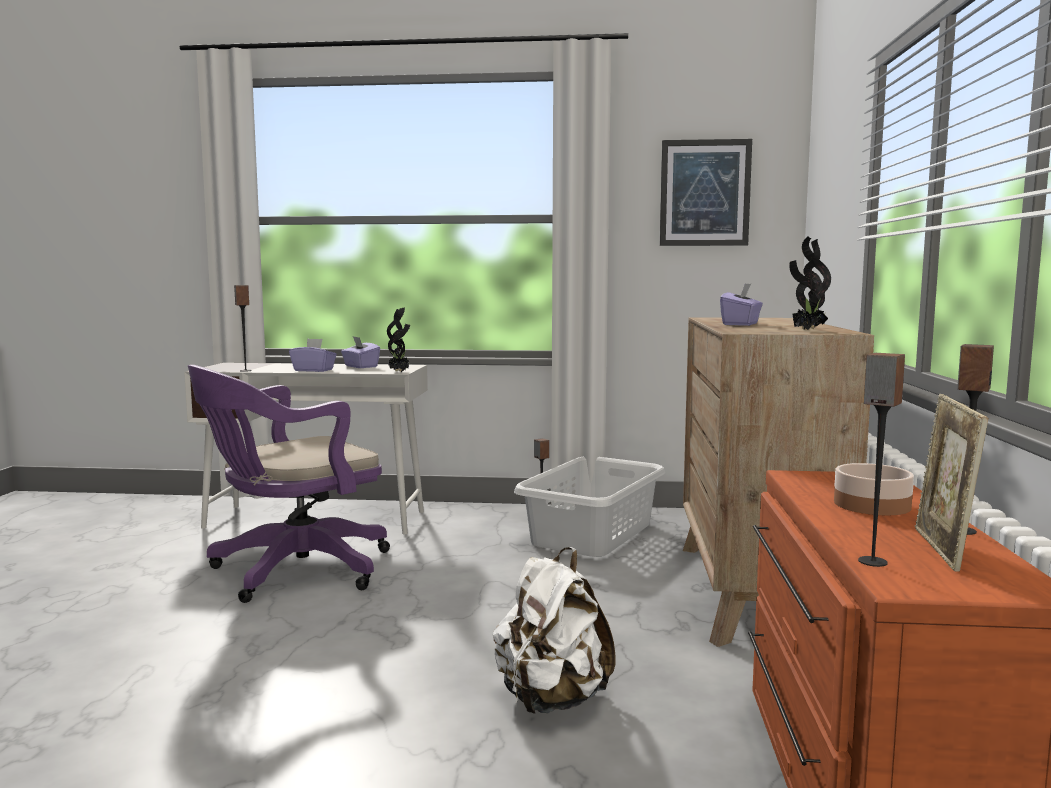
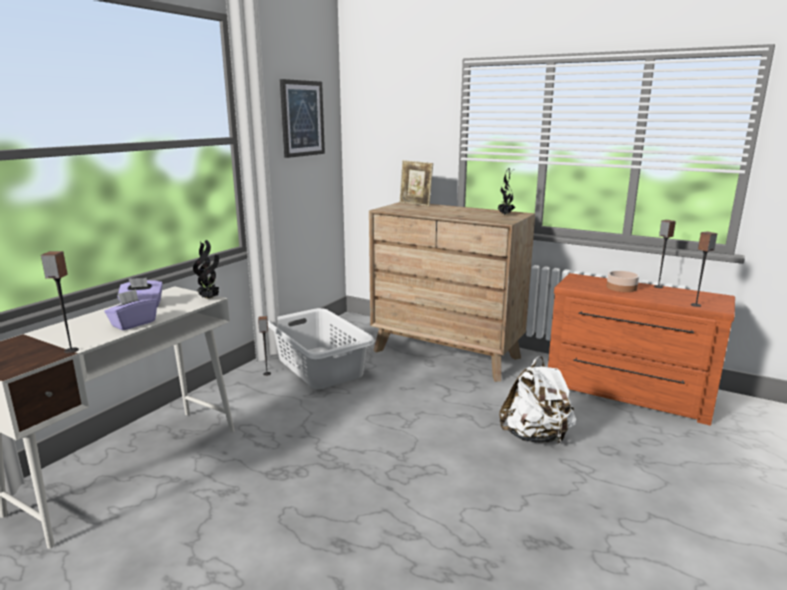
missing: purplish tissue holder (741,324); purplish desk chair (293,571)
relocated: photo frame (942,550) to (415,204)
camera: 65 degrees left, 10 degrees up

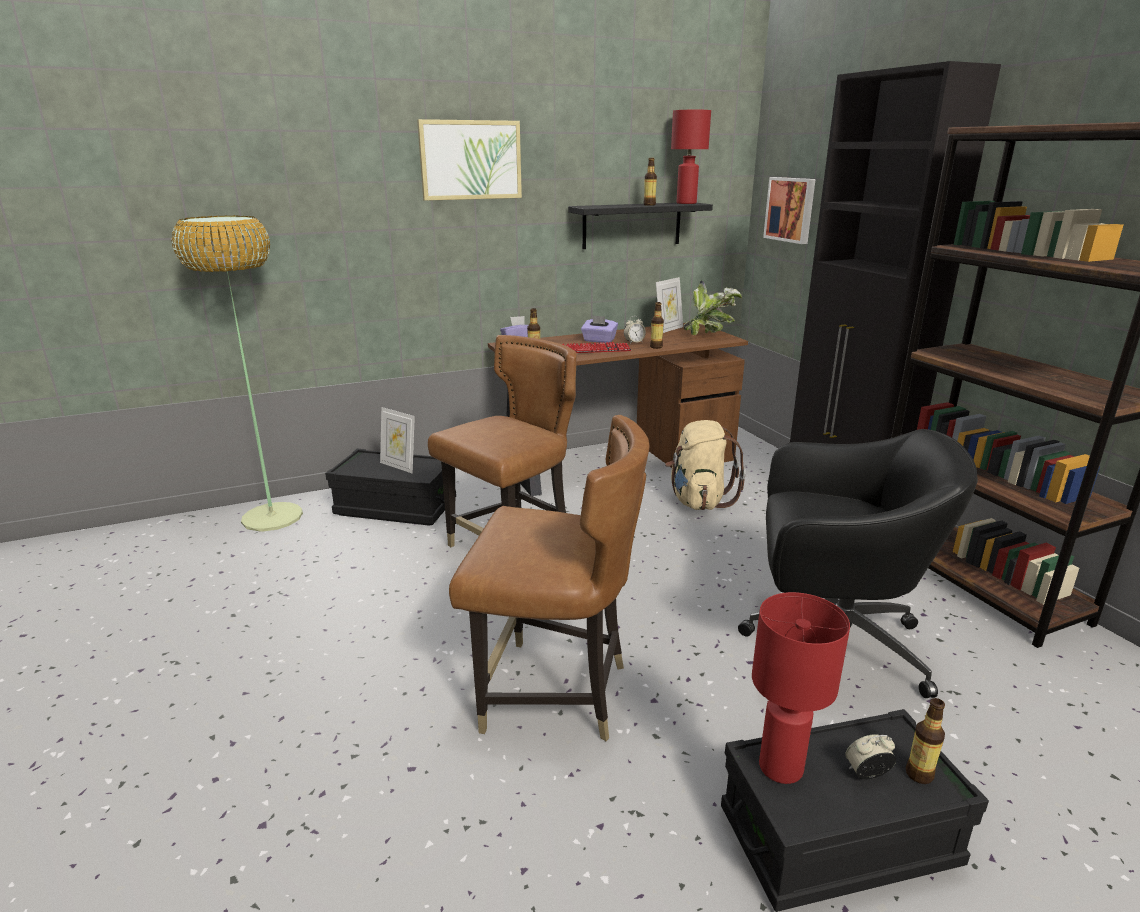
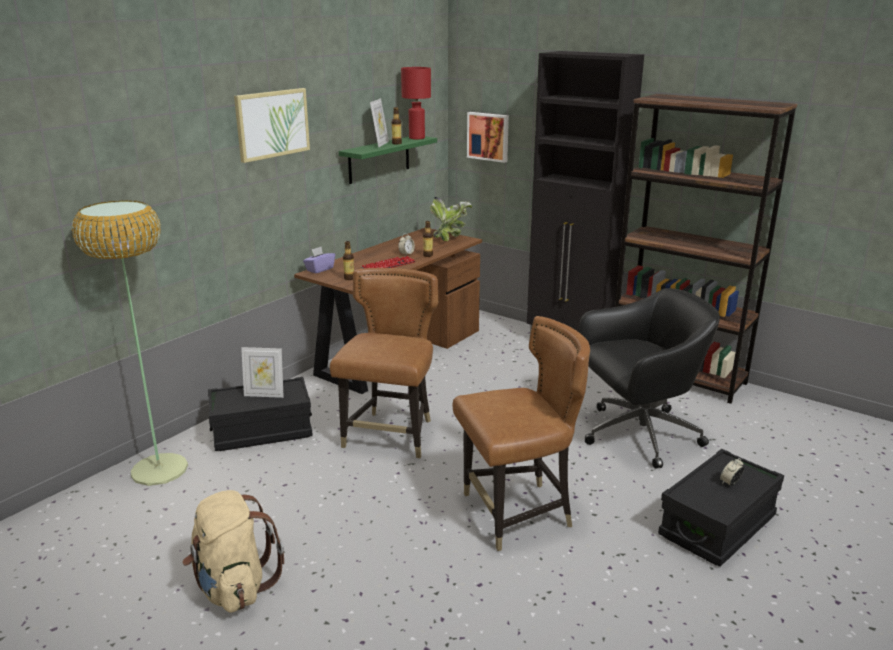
missing: purplish tissue holder (599,340); red-coloured table lamp (781,767); bottle (919,774)
relocated: photo frame (668,329) to (380,144); beige backpack (698,501) to (234,587)
colour: black-coloured wall shelf (632,225) to greenish wall shelf (379,159)
camera: 30 degrees left, 0 degrees up

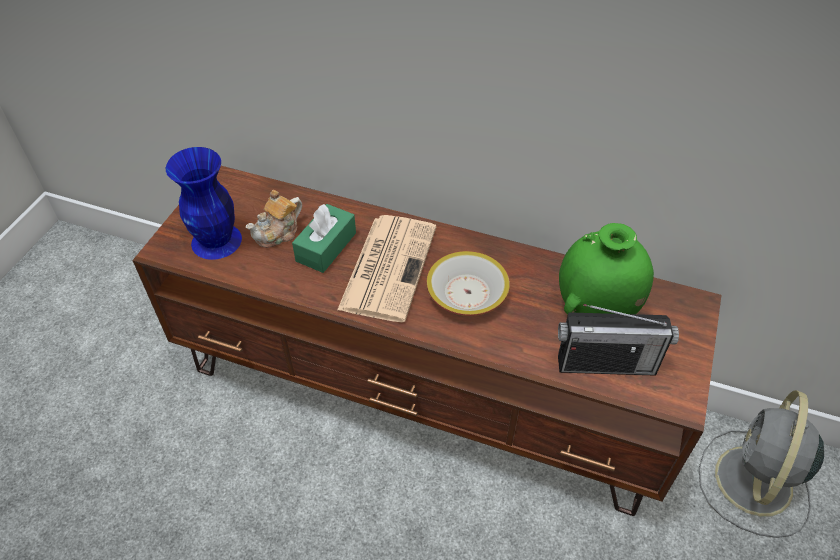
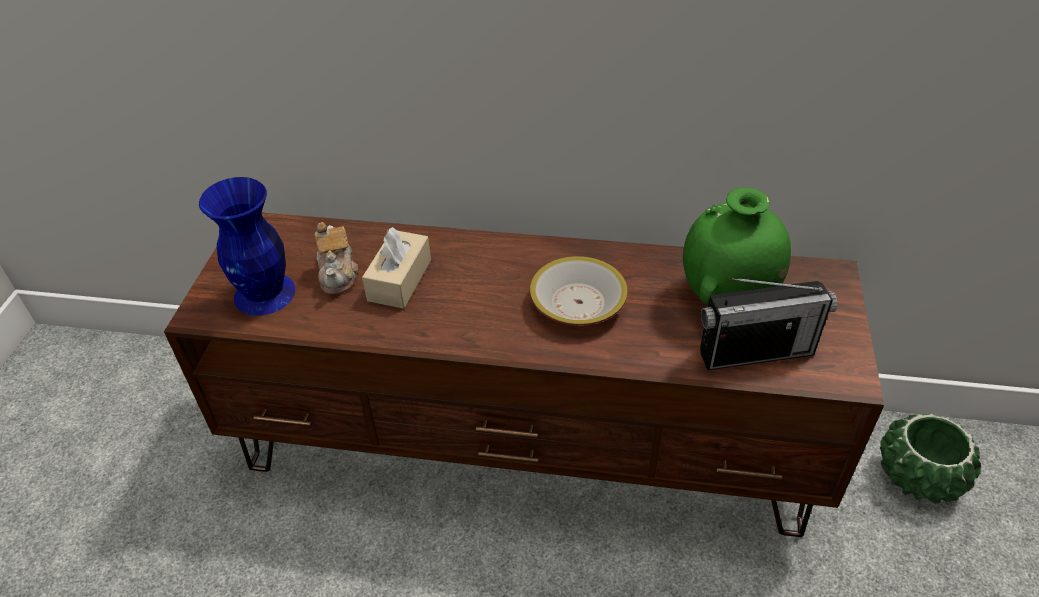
missing: daily paper (388,266)
exchanged: grey cooling fan (752,483) to greenish planter (919,476)
colour: greenish tissue holder (326,247) to beige tissue holder (399,280)
spun: pot for tea (278,233) = (338,274) 45 degrees counterclockwise
camera: 10 degrees left, 5 degrees down

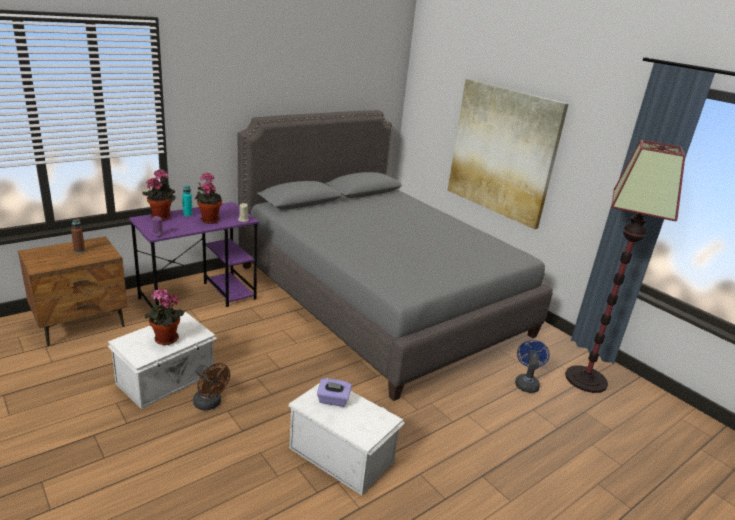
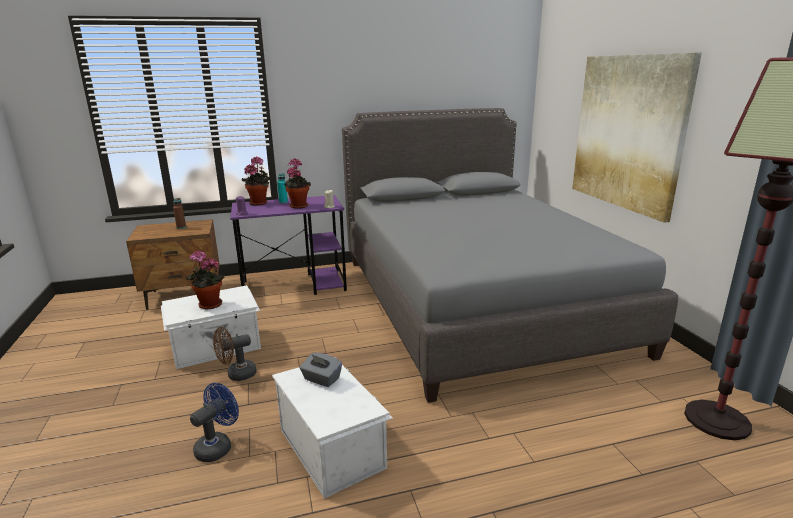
relocated: blue cooling fan (526,383) to (218,446)
colour: purplish tissue holder (333,400) to grey tissue holder (321,379)
spun: brown-coloured cooling fan (210,404) = (237,375) 90 degrees clockwise
camera: 25 degrees right, 5 degrees down

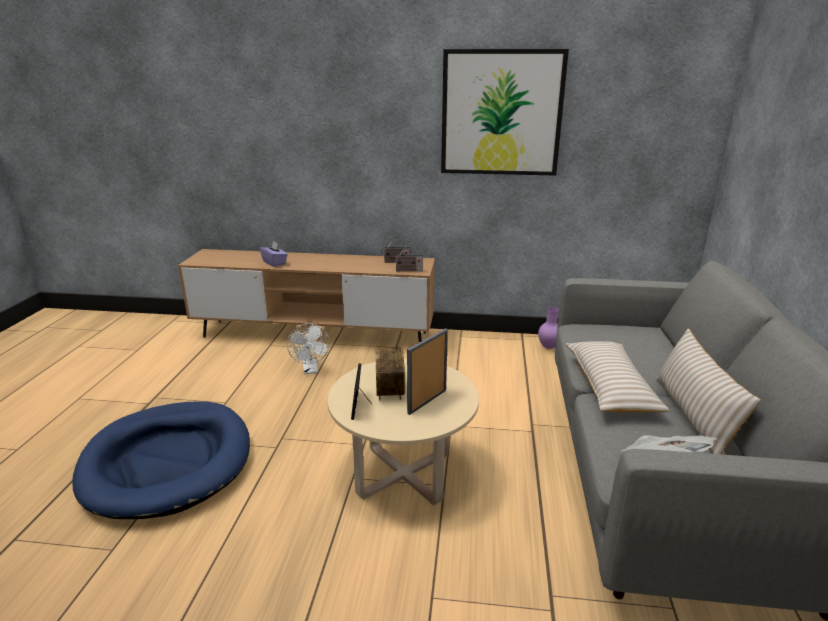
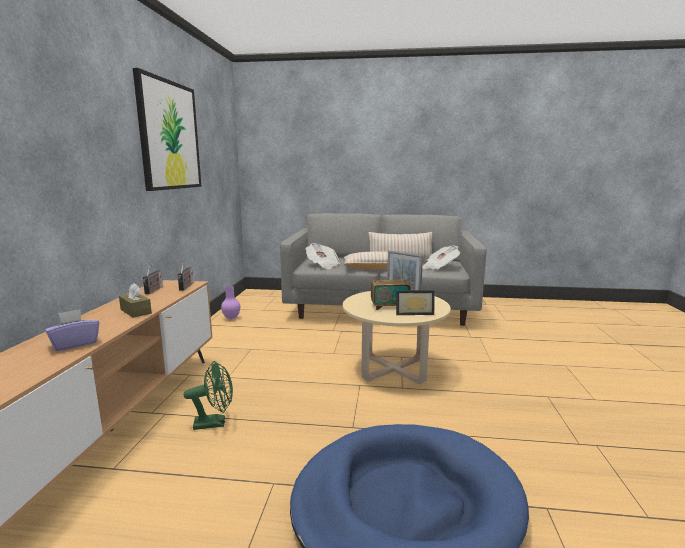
appeared: daily paper (323,265); brown-coloured tissue holder (136,311)
colour: white-coloured cooling fan (311,370) to greenish cooling fan (215,423)
camera: 90 degrees left, 10 degrees down

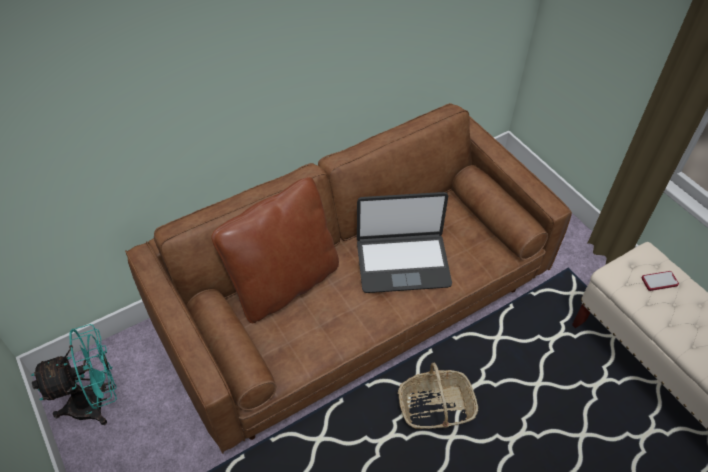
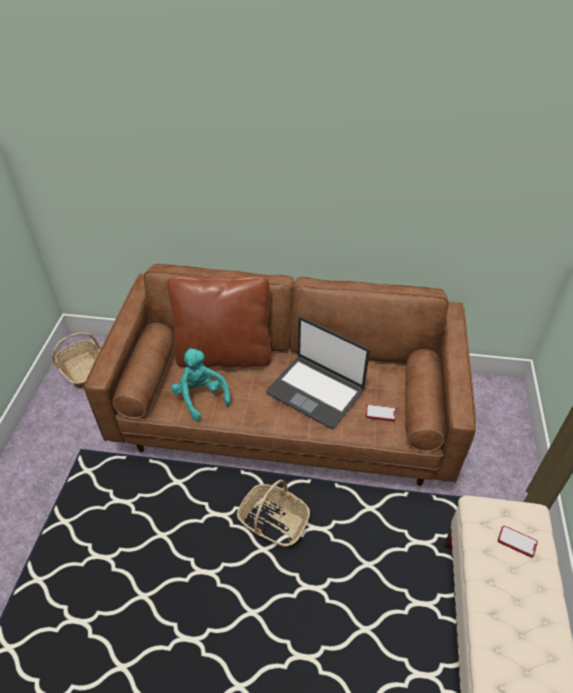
appeared: turquoise cuddly toy (201,397); handset (380,413)
exchanged: turquoise cooling fan (96,402) to household basket (83,369)
camera: 40 degrees right, 5 degrees down

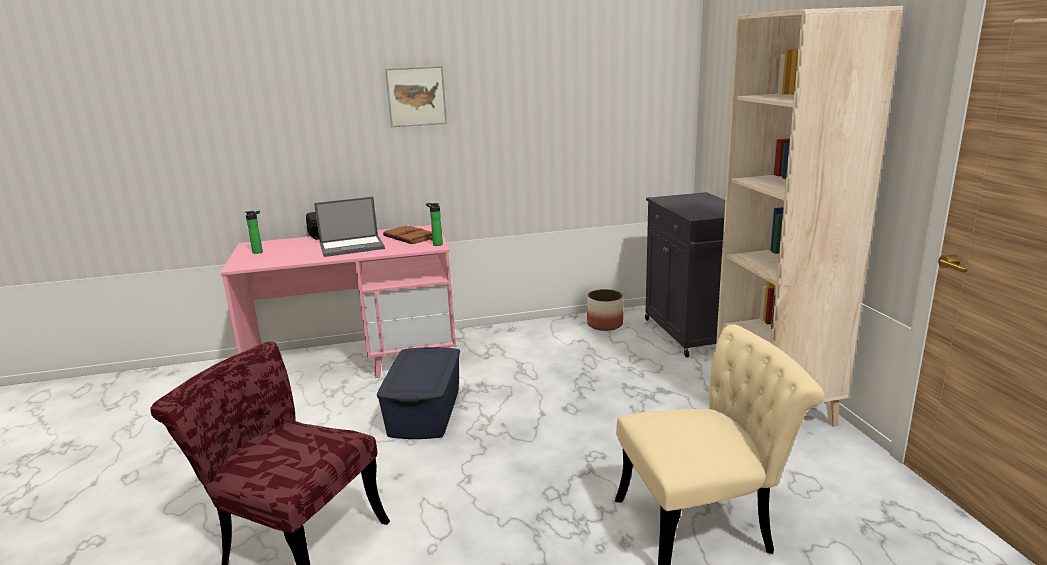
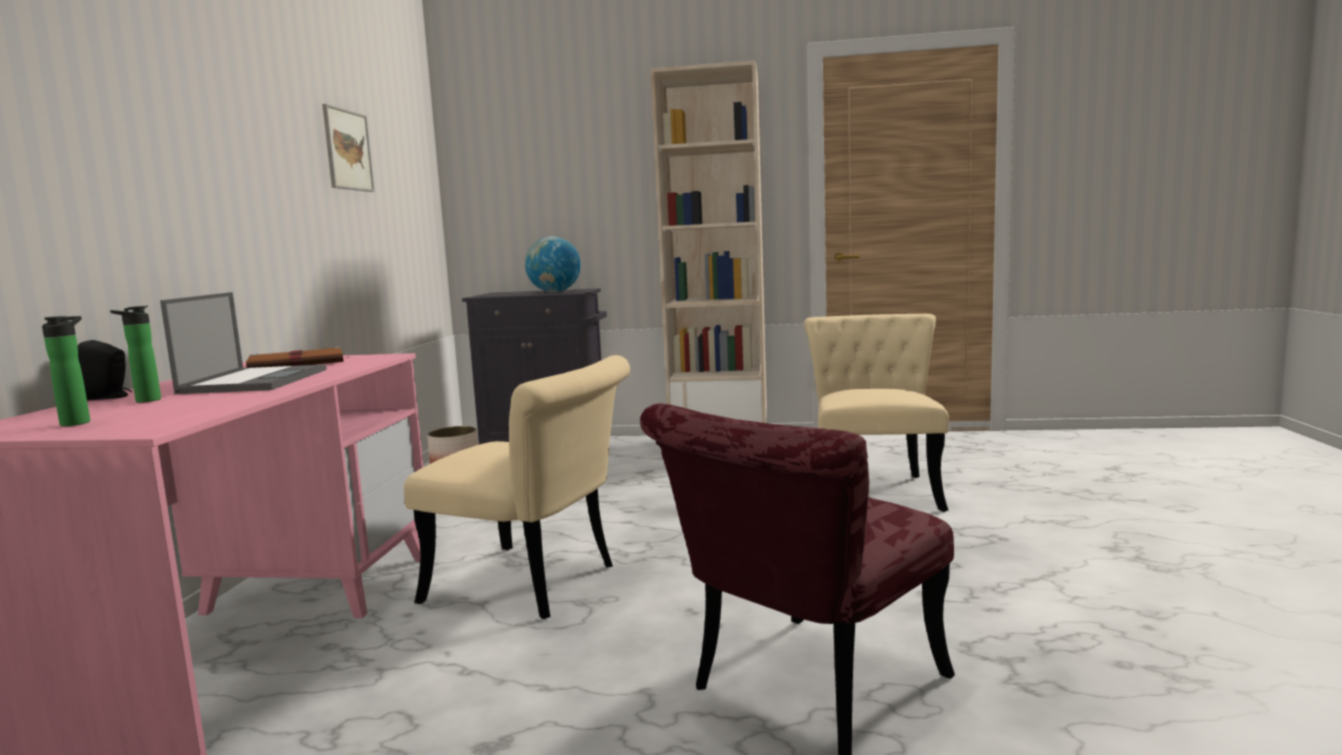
appeared: desk globe (554,292)
relocated: picture (416,96) to (348,150); bottle (436,244) to (144,401)
exchanged: blue storage container (424,412) to beige upright chair (535,585)
camera: 70 degrees left, 10 degrees down

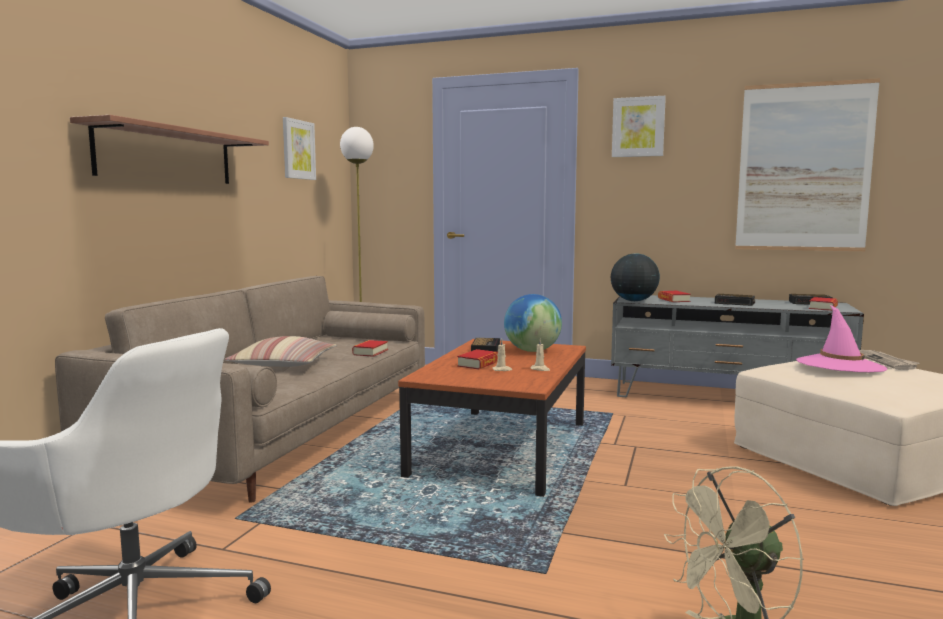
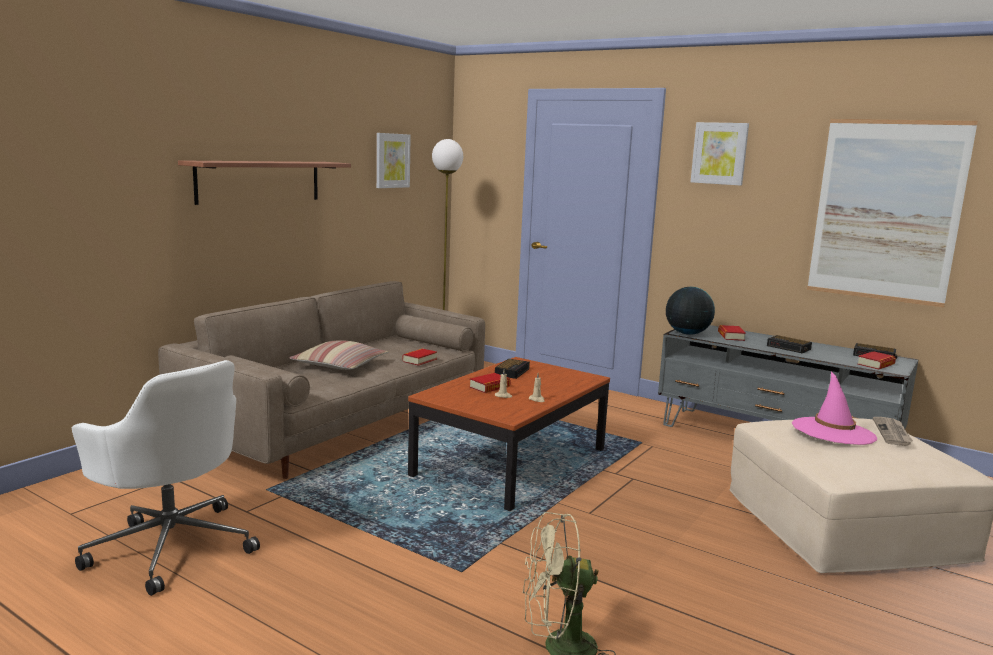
missing: desk globe (532,351)
camera: 15 degrees right, 5 degrees up

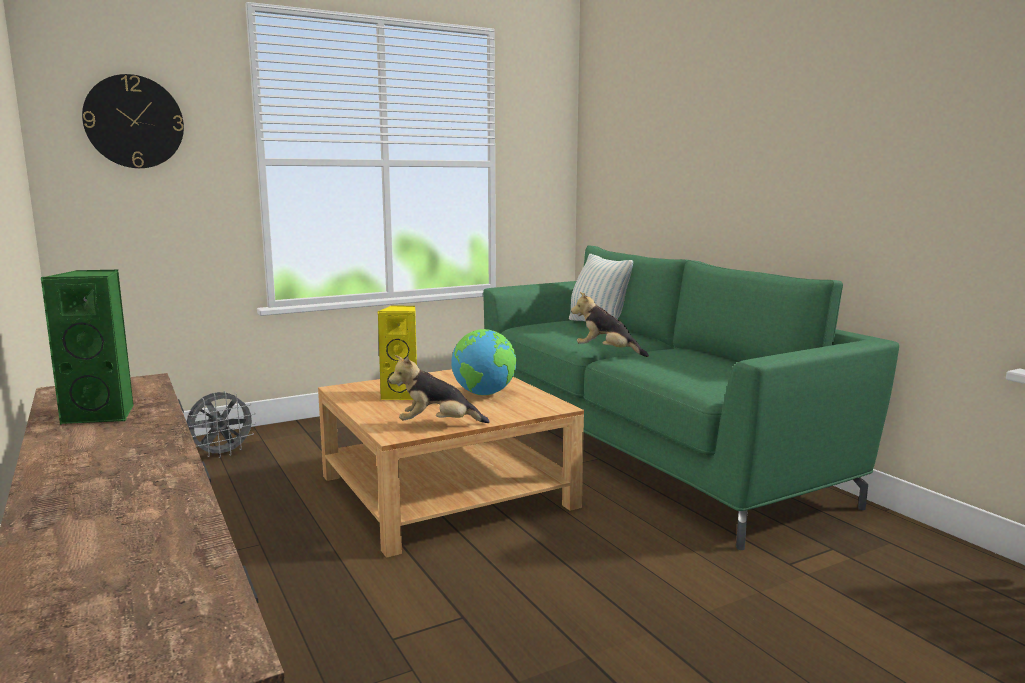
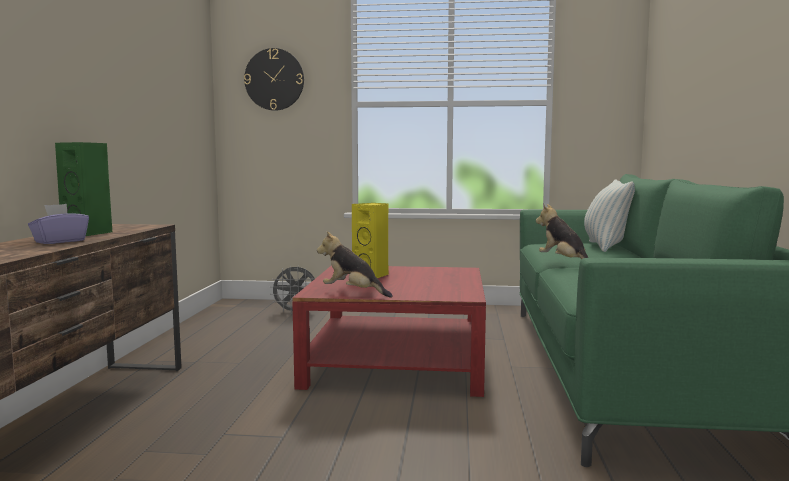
missing: desk globe (484,394)
appeared: purplish tissue holder (60,241)
colour: beige coffee table (446,491) to red-coloured coffee table (397,361)
camera: 35 degrees right, 5 degrees down

